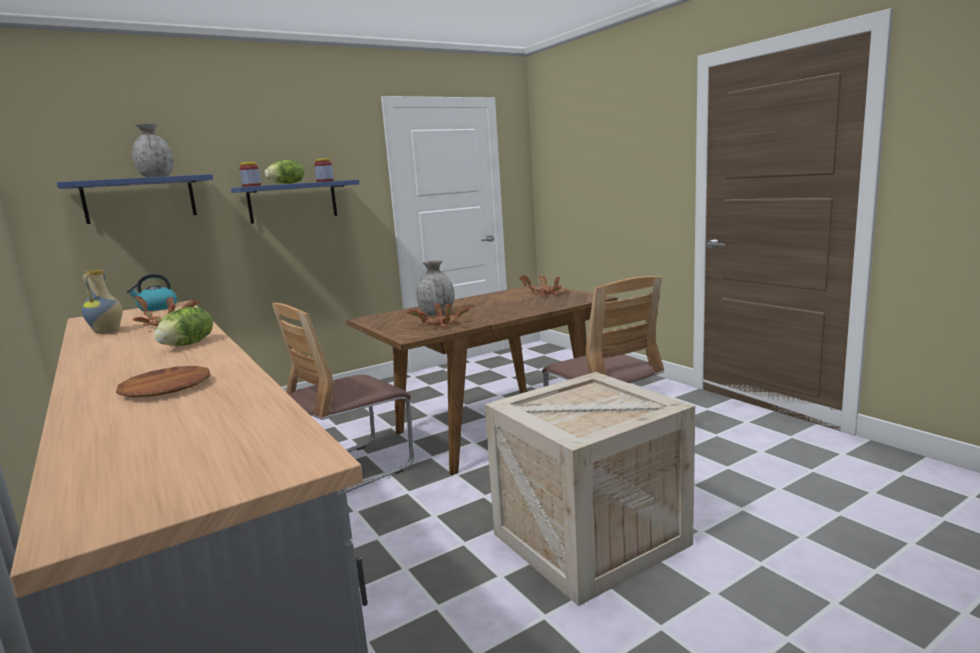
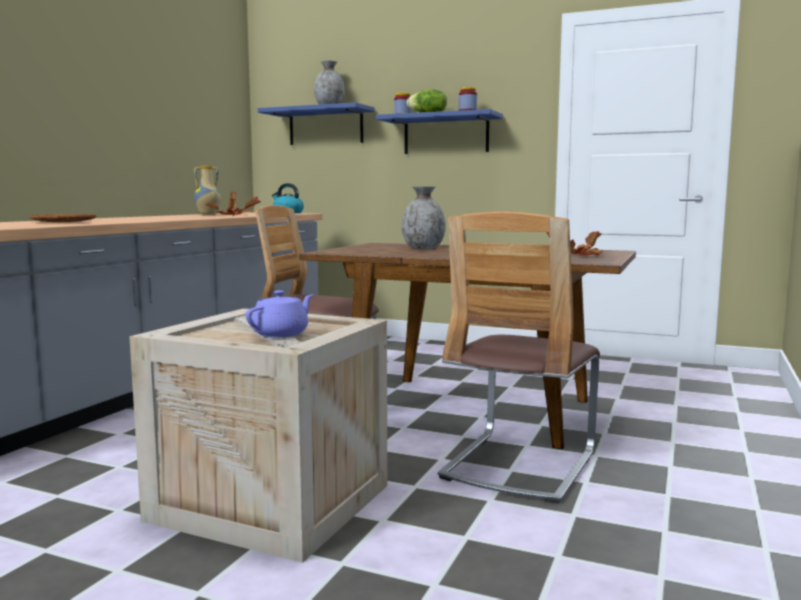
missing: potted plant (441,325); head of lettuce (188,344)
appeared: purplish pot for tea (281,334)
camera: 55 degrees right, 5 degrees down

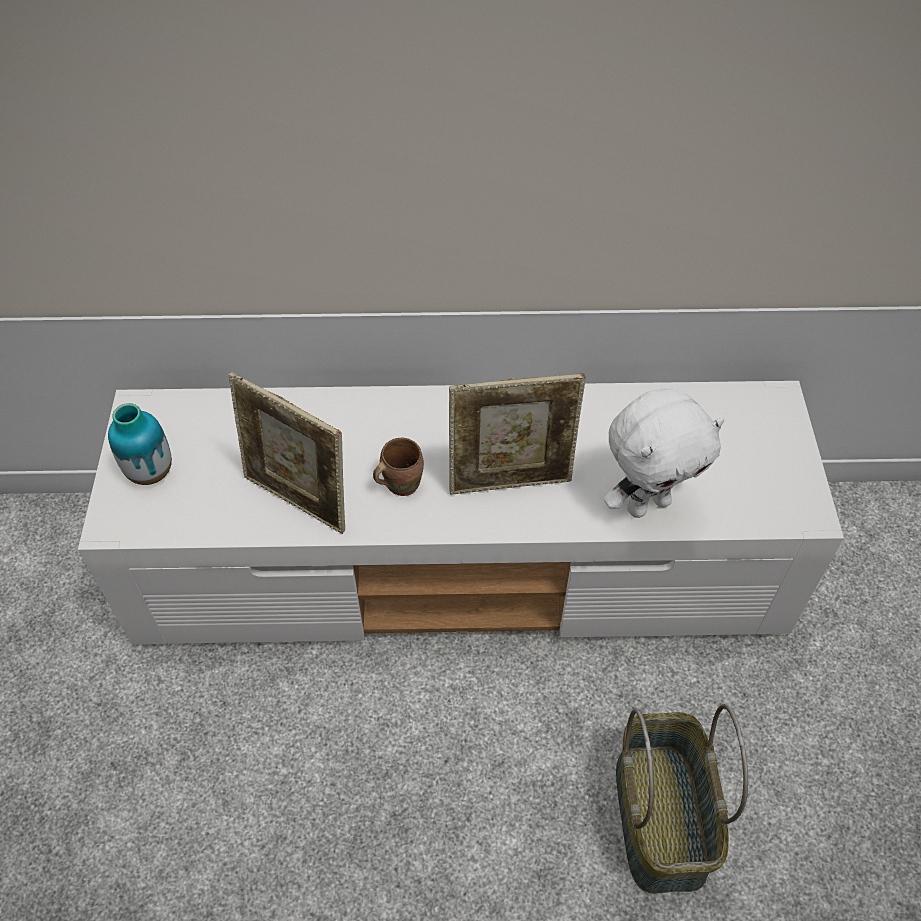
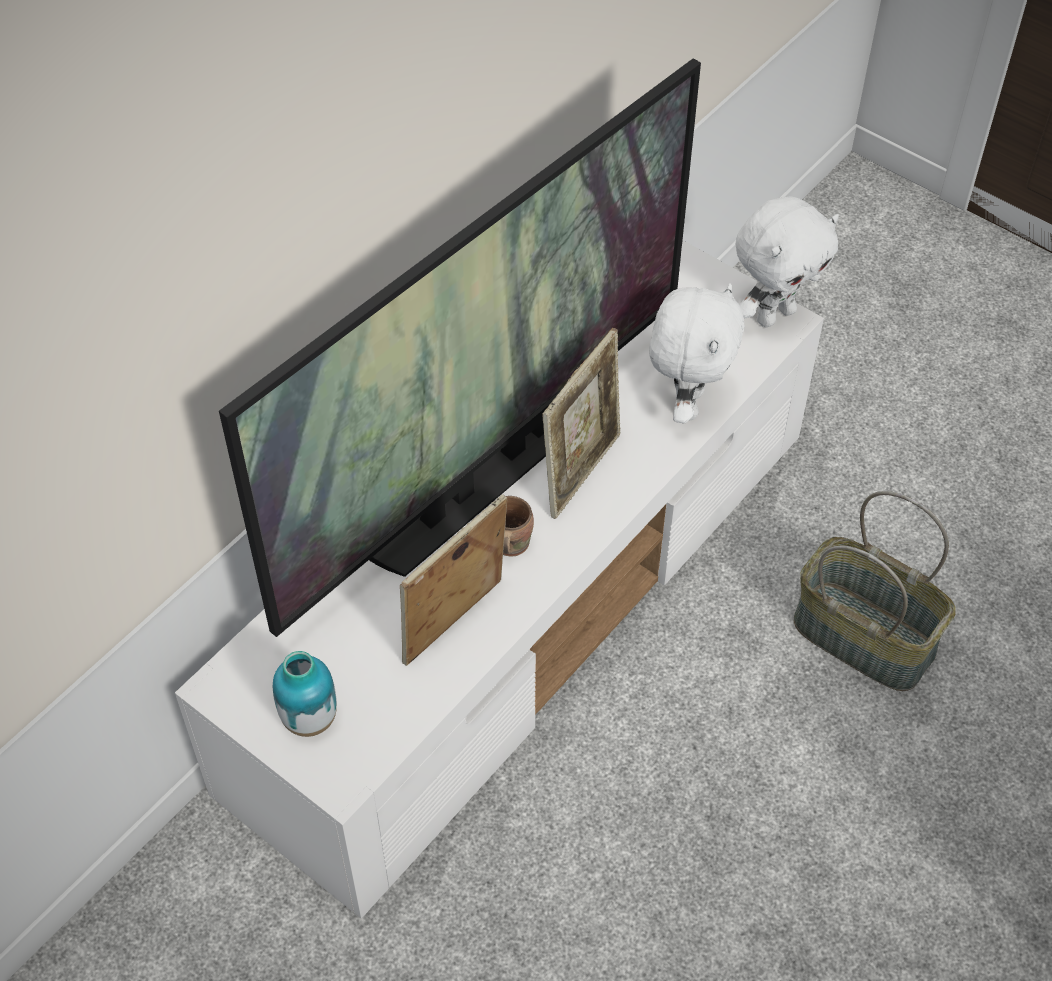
appeared: TV set (482,475); white-coloured cuddly toy (774,314)
spun: photo frame (298,500) = (455,626) 150 degrees clockwise
camera: 50 degrees left, 0 degrees up

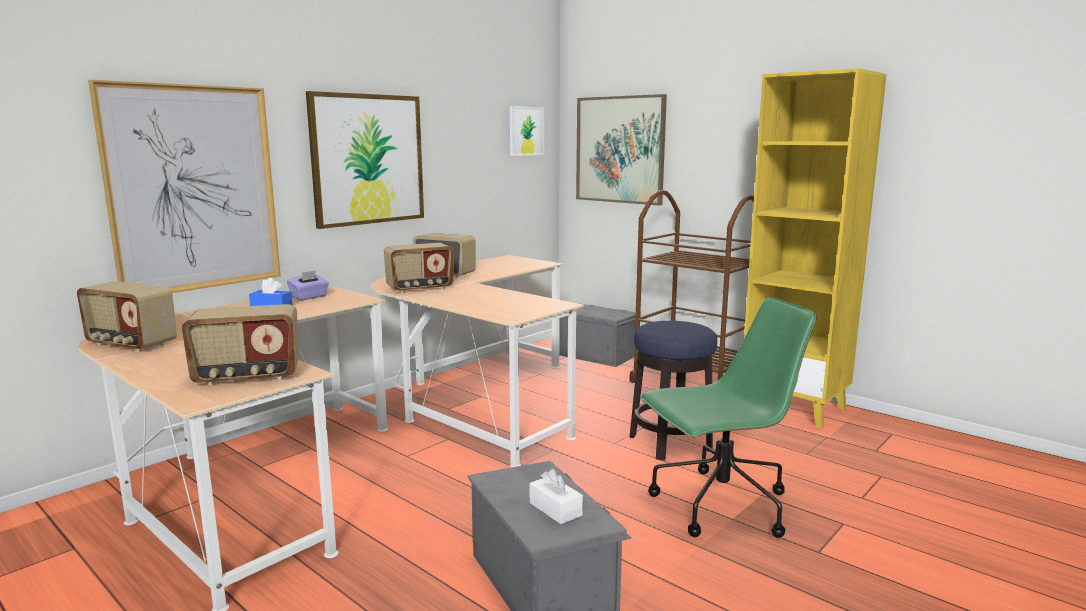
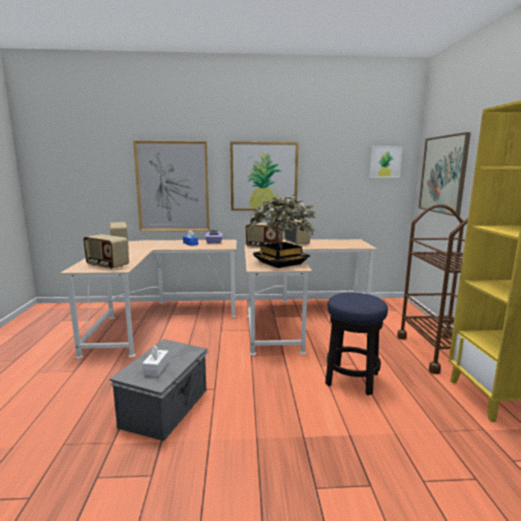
missing: greenish desk chair (719,506); grey storage container (594,354)
appeared: potted plant (280,263)
camera: 45 degrees right, 0 degrees up

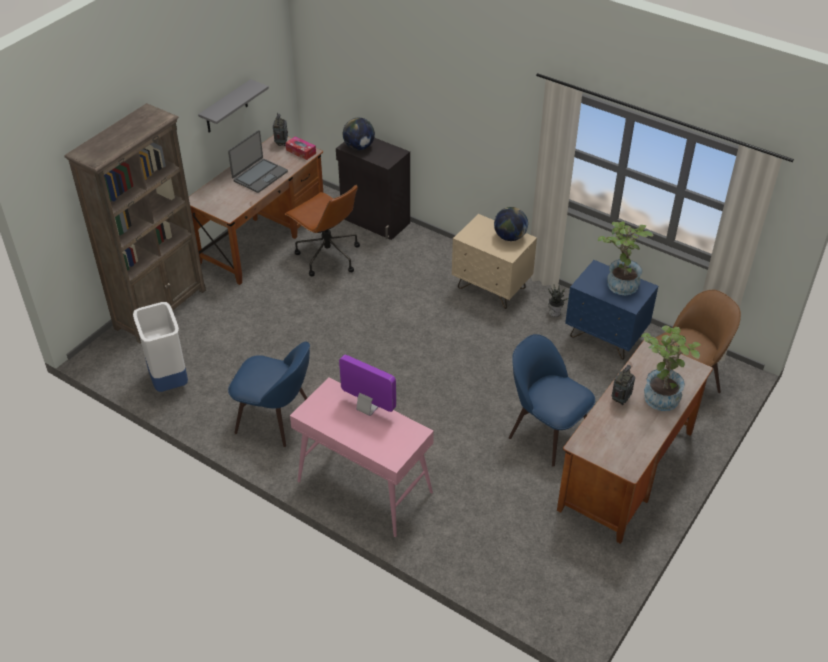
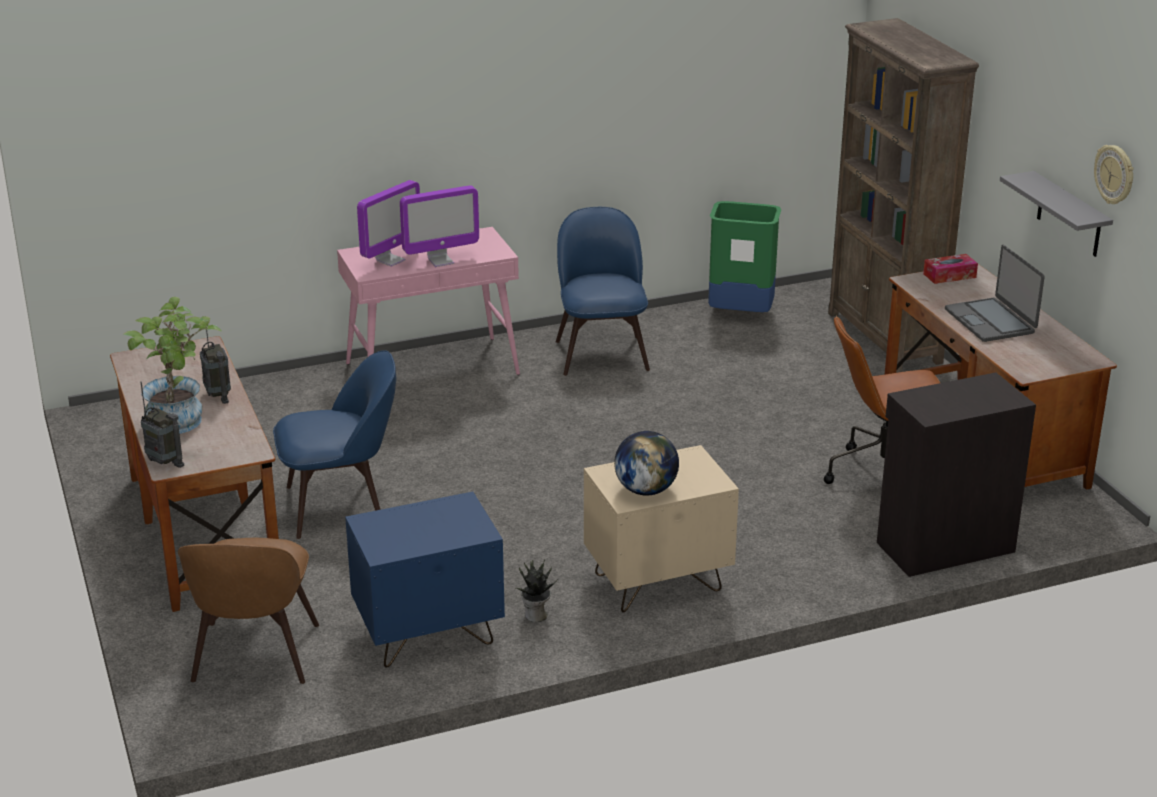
missing: desk globe (359,147); potted plant (619,282)
appeared: hanging clock (1115,174); computer screen (390,260)
relocated: radio receiver (281,143) to (164,462); tissue holder (301,152) to (949,275)
colour: white-coloured rubbish bin (168,381) to greenish rubbish bin (740,314)
spun: blue upright chair (276,418) = (601,353) 120 degrees clockwise
camera: 125 degrees right, 15 degrees down

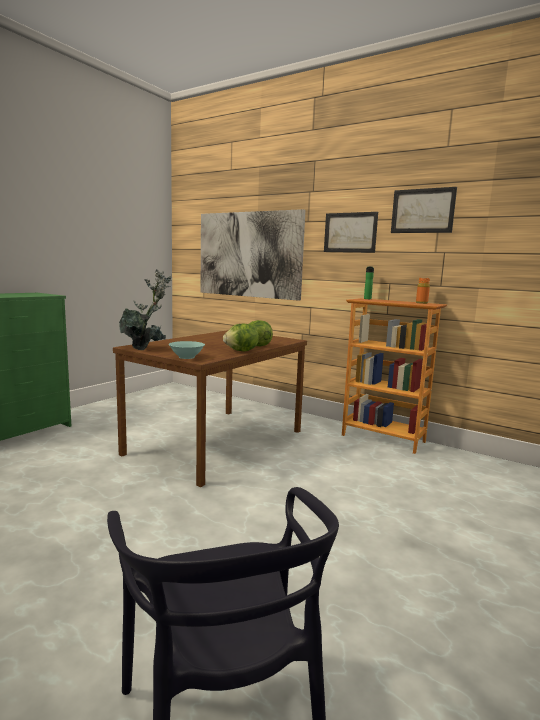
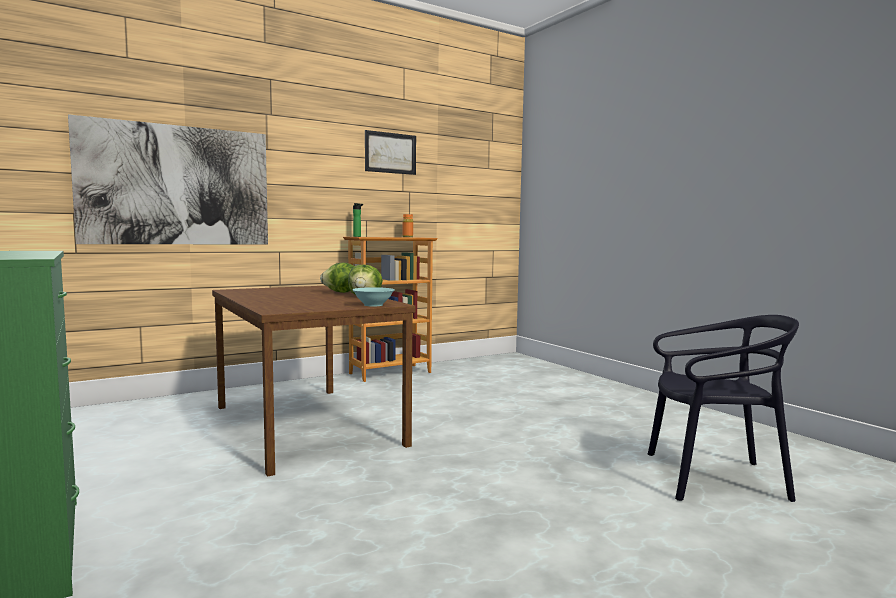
missing: picture (350,232); potted plant (145,348)
camera: 65 degrees left, 5 degrees down

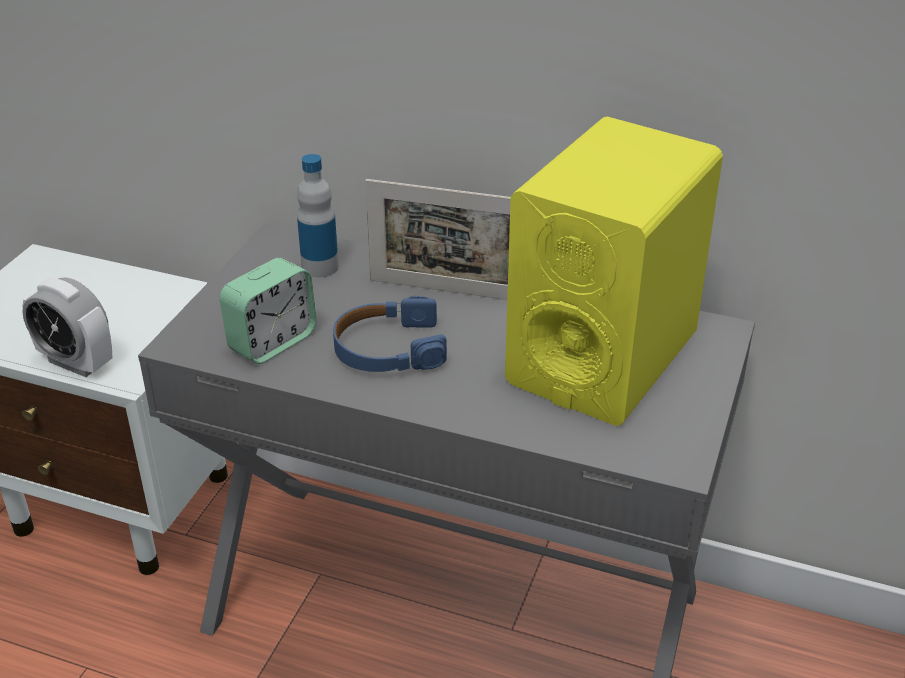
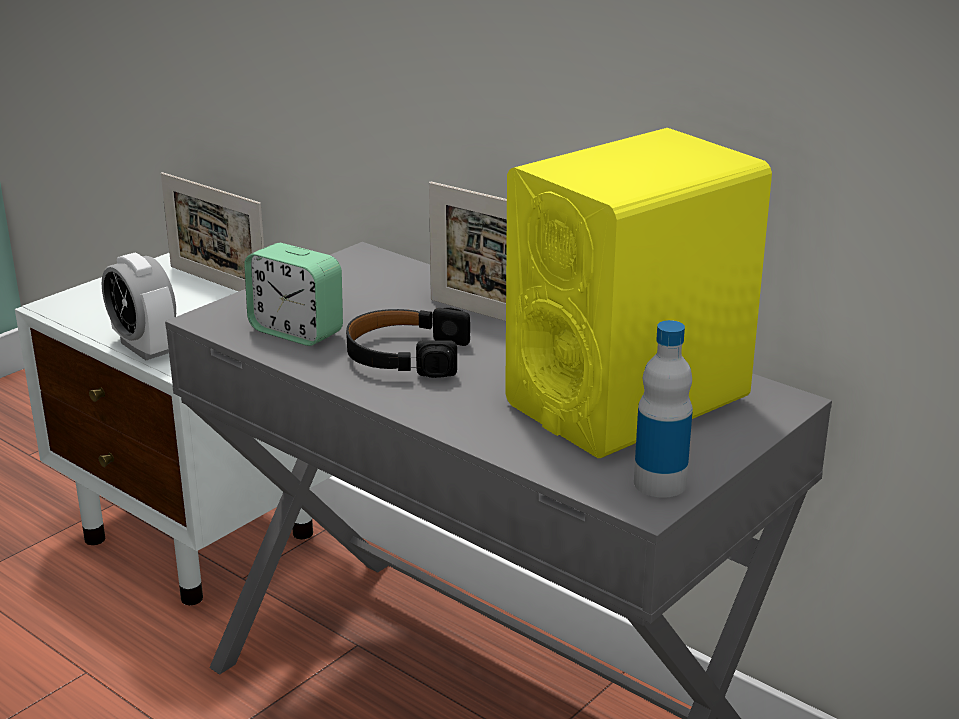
appeared: photo frame (218,283)
relocated: bottle (320,267) to (660,483)
colour: blue headset (388,349) to black-coloured headset (406,356)
spun: alarm clock (272,342) = (296,331) 60 degrees clockwise
camera: 20 degrees right, 10 degrees down

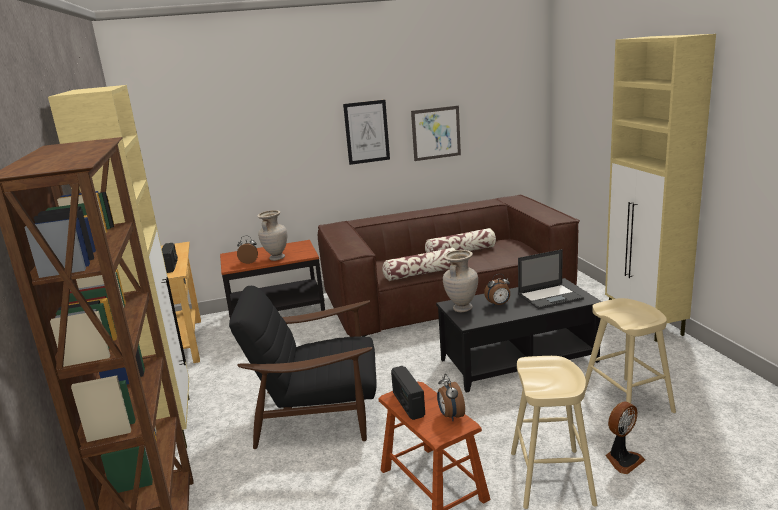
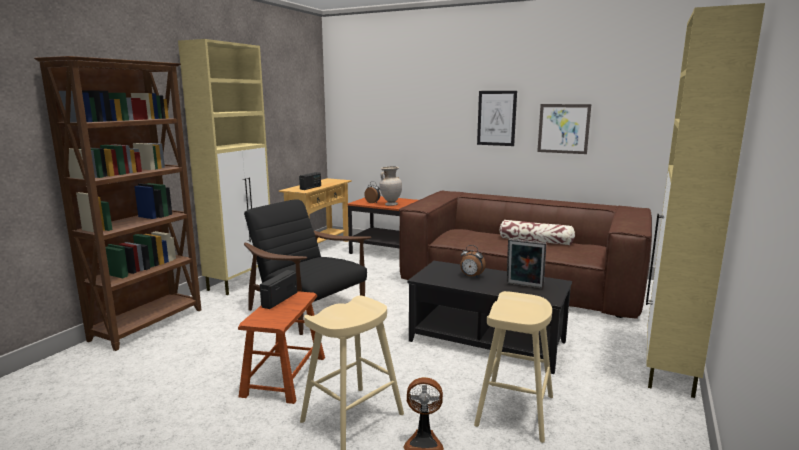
missing: pillow (422,273); beige decorative vase (461,308); alarm clock (450,416)
exchanged: notebook computer (550,297) to photo frame (524,287)
camera: 40 degrees right, 5 degrees down

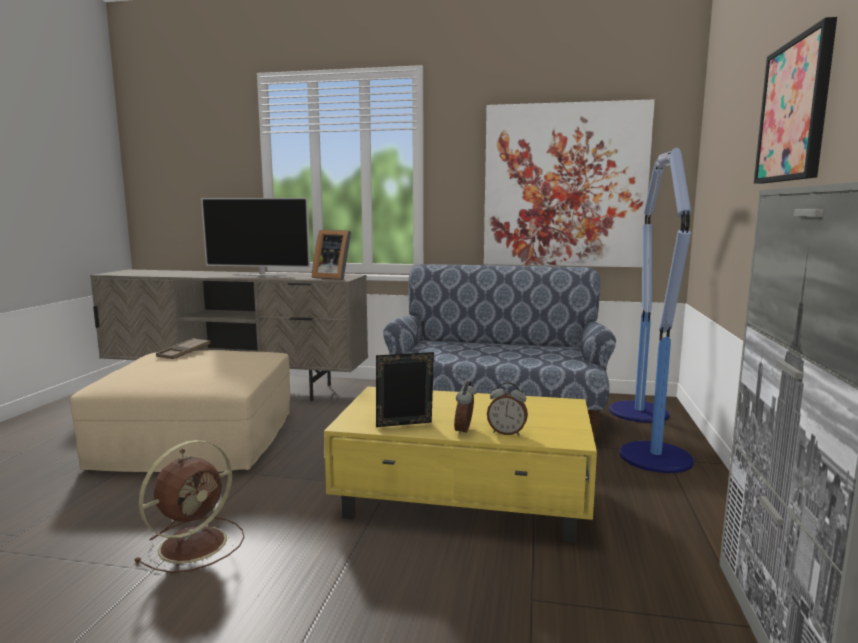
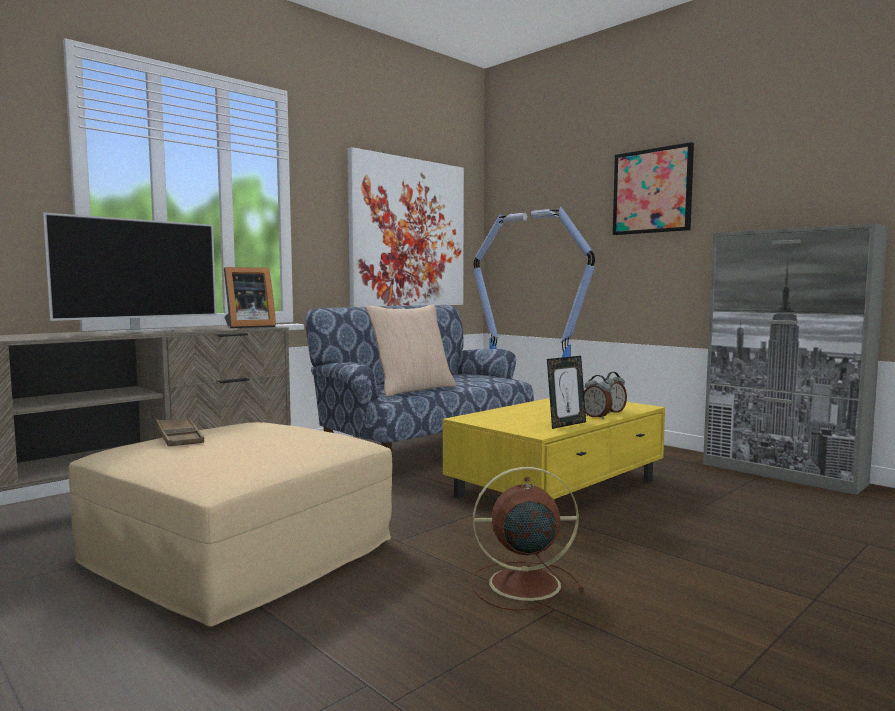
appeared: beige pillow (412,390)
spun: photo frame (405,426) = (566,424) 150 degrees counterclockwise; brown-coloured cooling fan (196,543) = (521,584) 75 degrees counterclockwise
camera: 55 degrees left, 5 degrees down

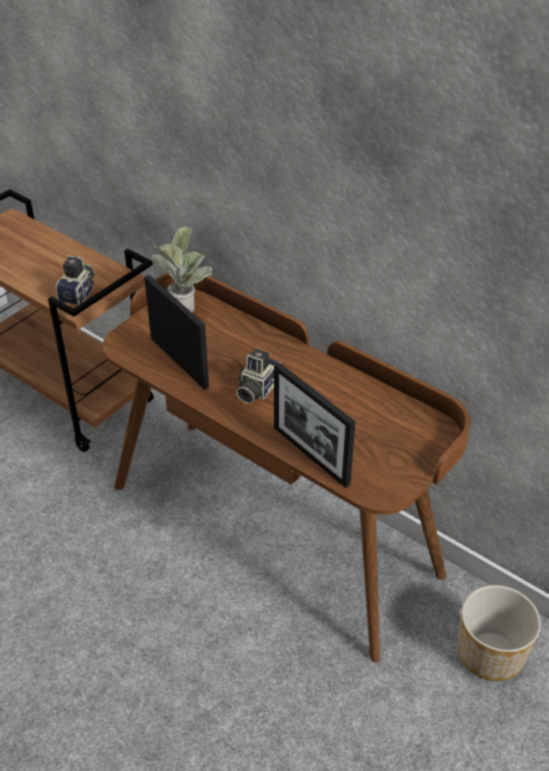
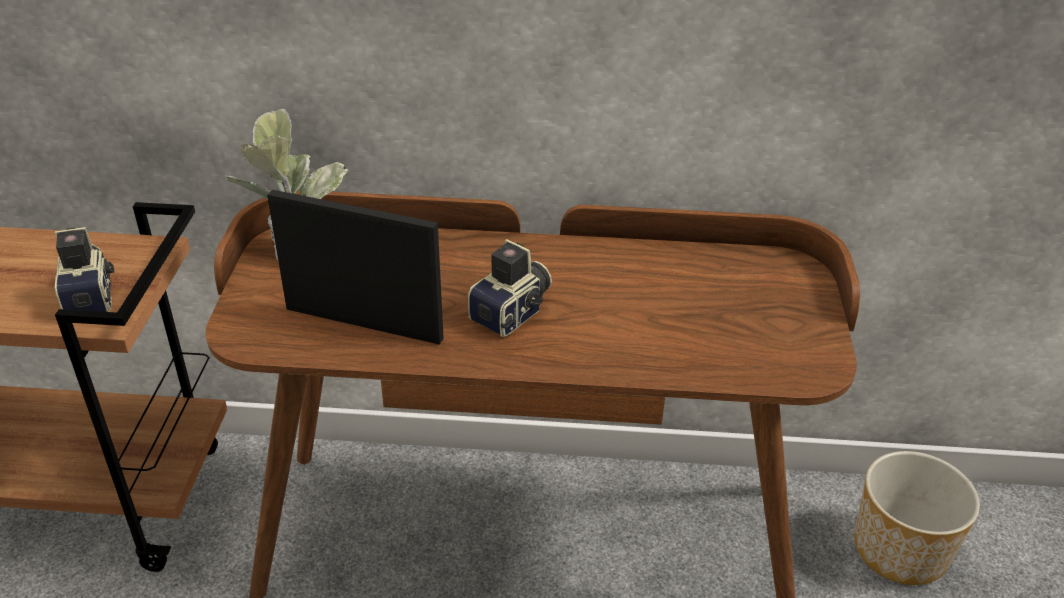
missing: photo frame (311,455)
spun: photo camera (256,389) = (514,313) 135 degrees counterclockwise
camera: 35 degrees left, 5 degrees down

